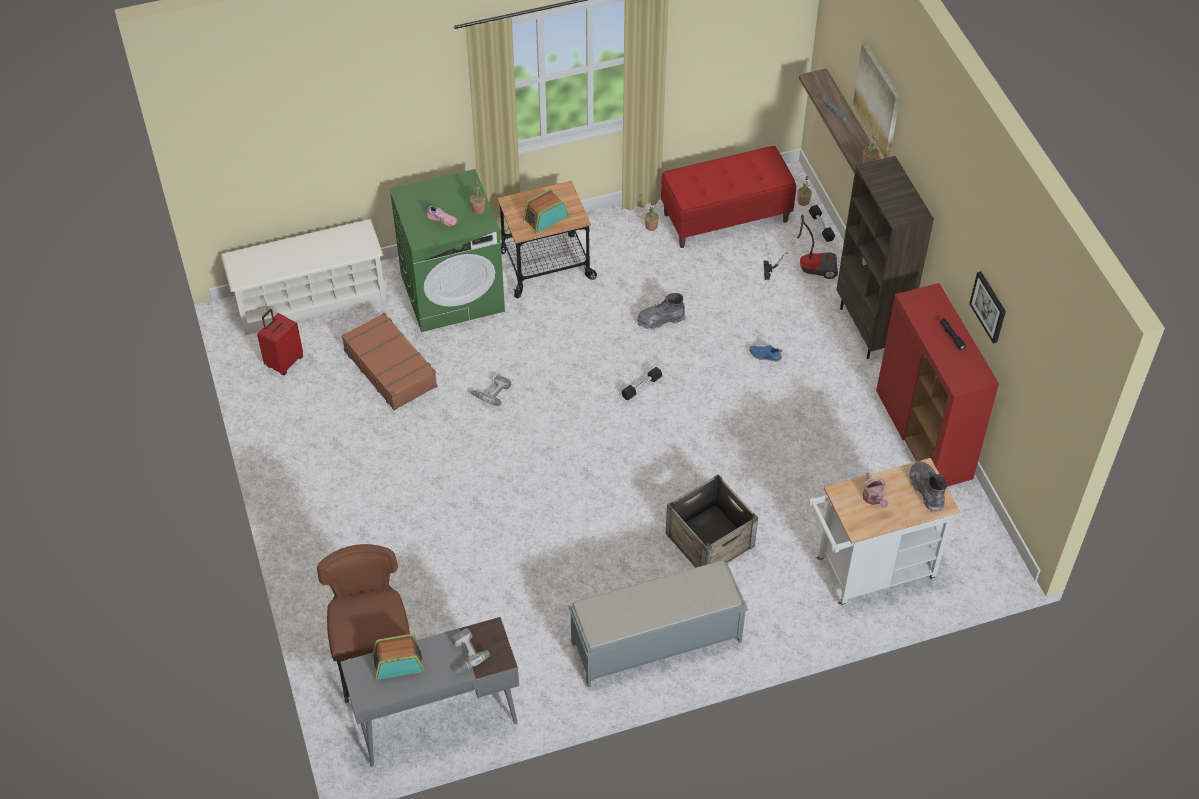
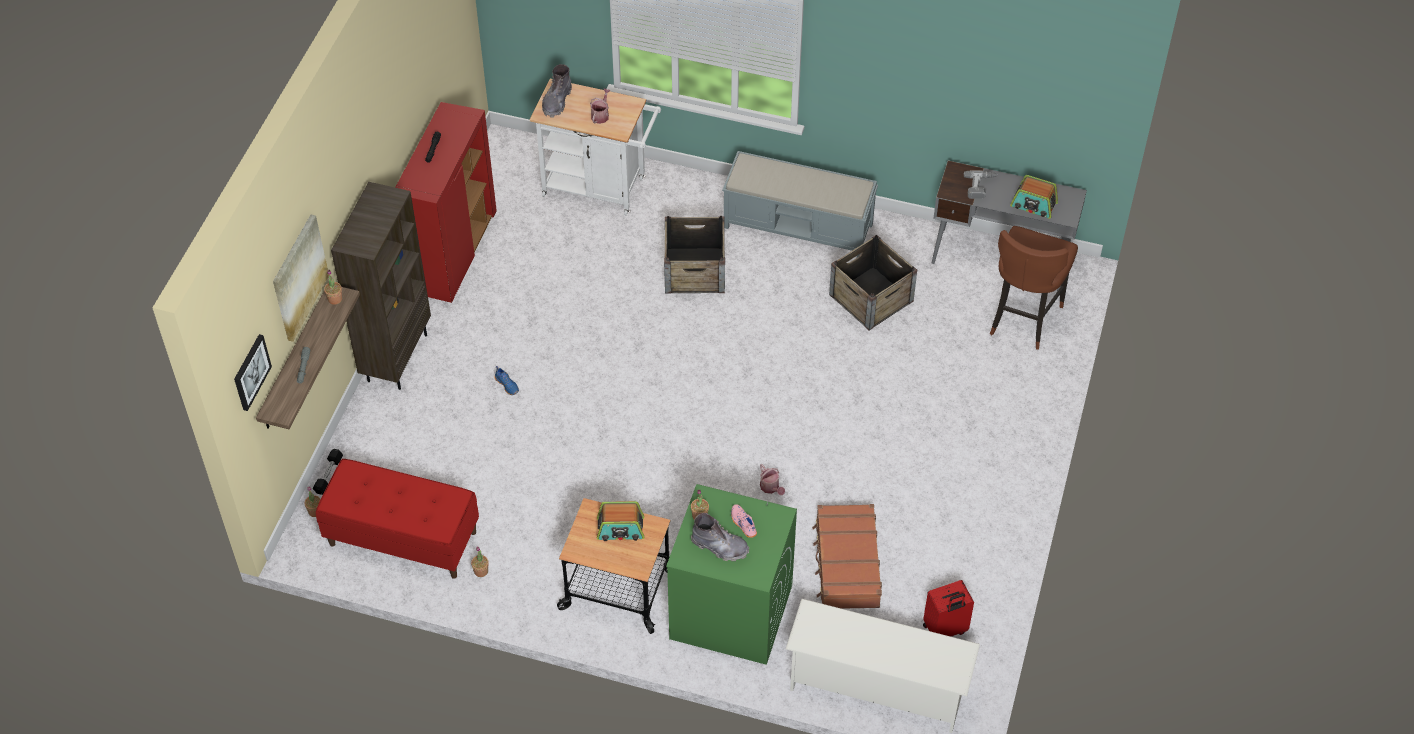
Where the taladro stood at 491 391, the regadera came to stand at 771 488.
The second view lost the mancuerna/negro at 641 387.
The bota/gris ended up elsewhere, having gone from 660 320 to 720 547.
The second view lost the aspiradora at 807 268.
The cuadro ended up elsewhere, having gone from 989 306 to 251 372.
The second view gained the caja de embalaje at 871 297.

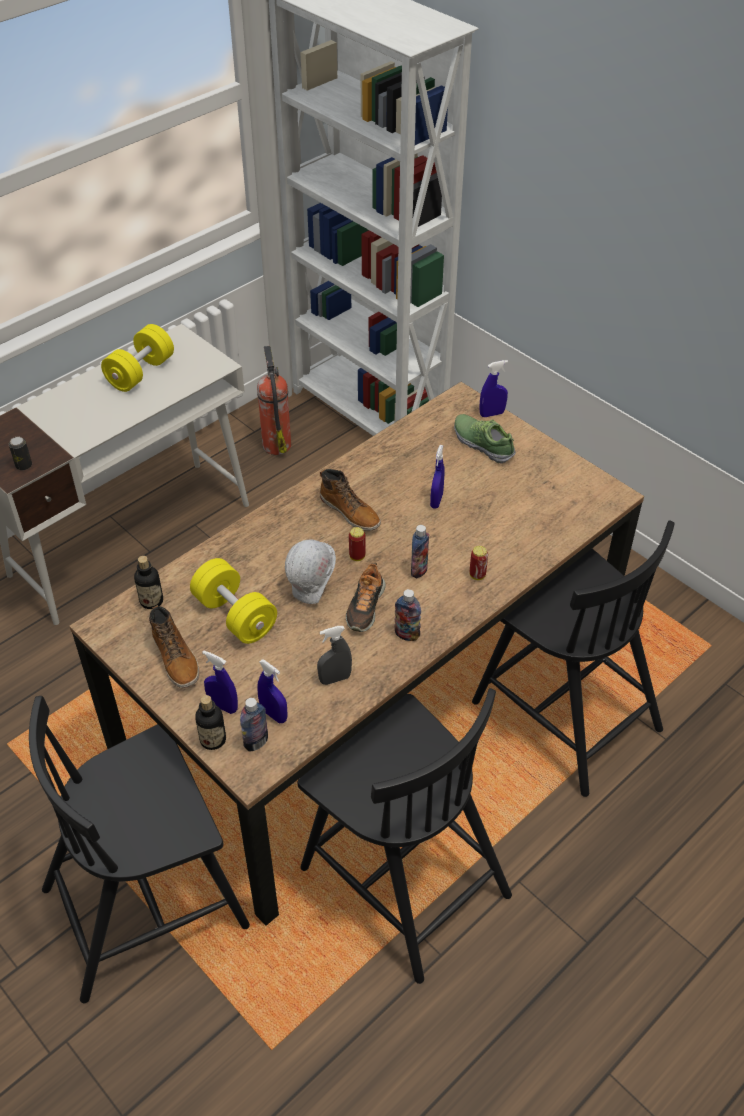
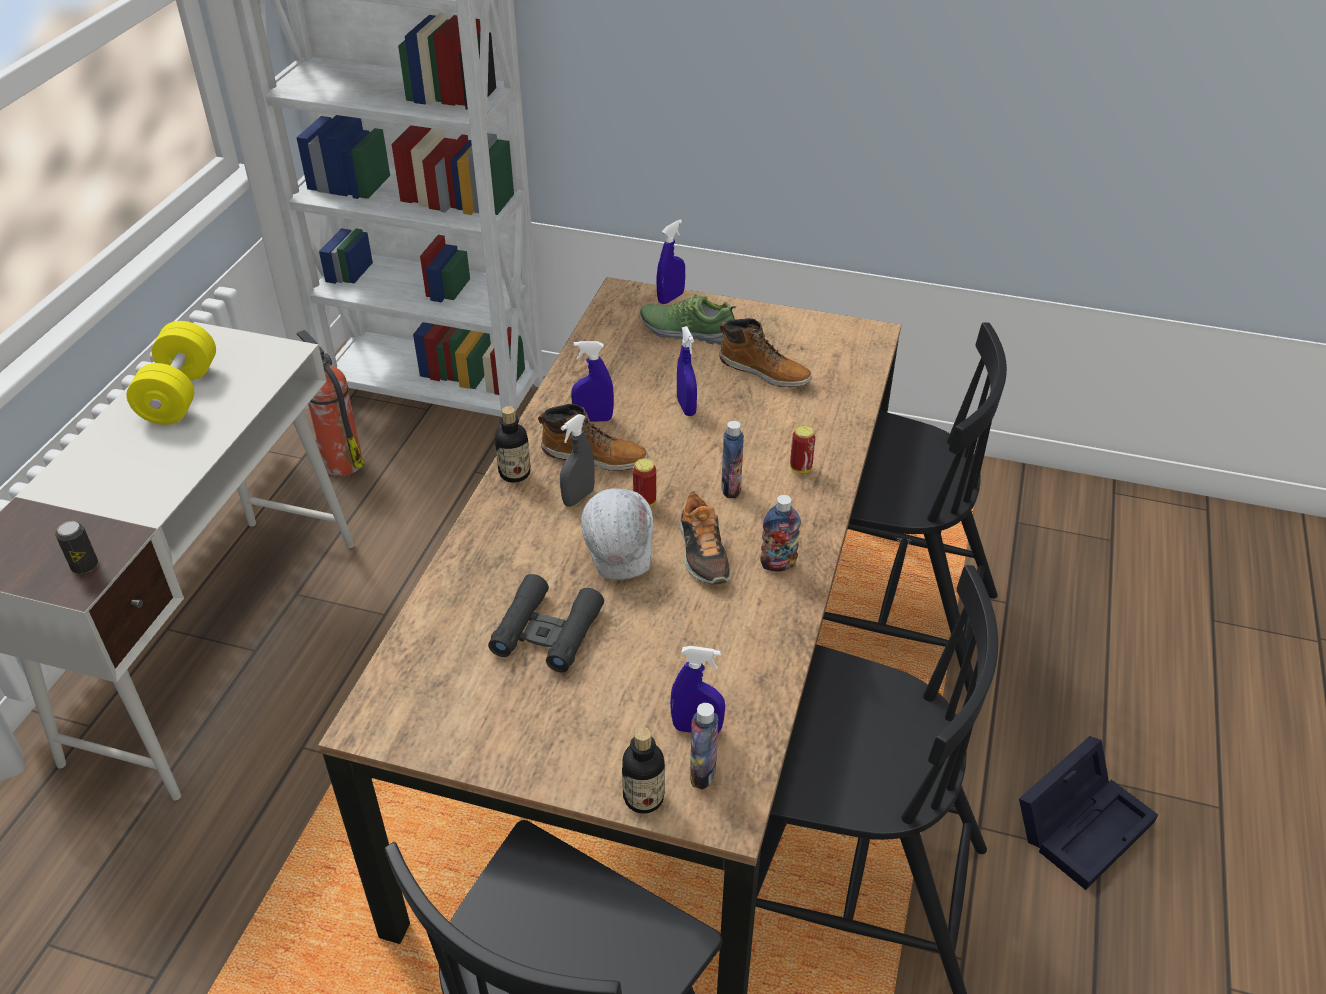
The botella ended up elsewhere, having gone from 151 601 to 515 473.
The bota ended up elsewhere, having gone from 176 658 to 765 371.
Where the mancuerna/amarillo stood at 235 615, the prismáticos/negro came to stand at 547 631.
The pulverizador/azul ended up elsewhere, having gone from 223 706 to 593 419.
The pulverizador/gris ended up elsewhere, having gone from 335 679 to 578 497.
The second view gained the caja de almacenaje/negro at 1083 822.

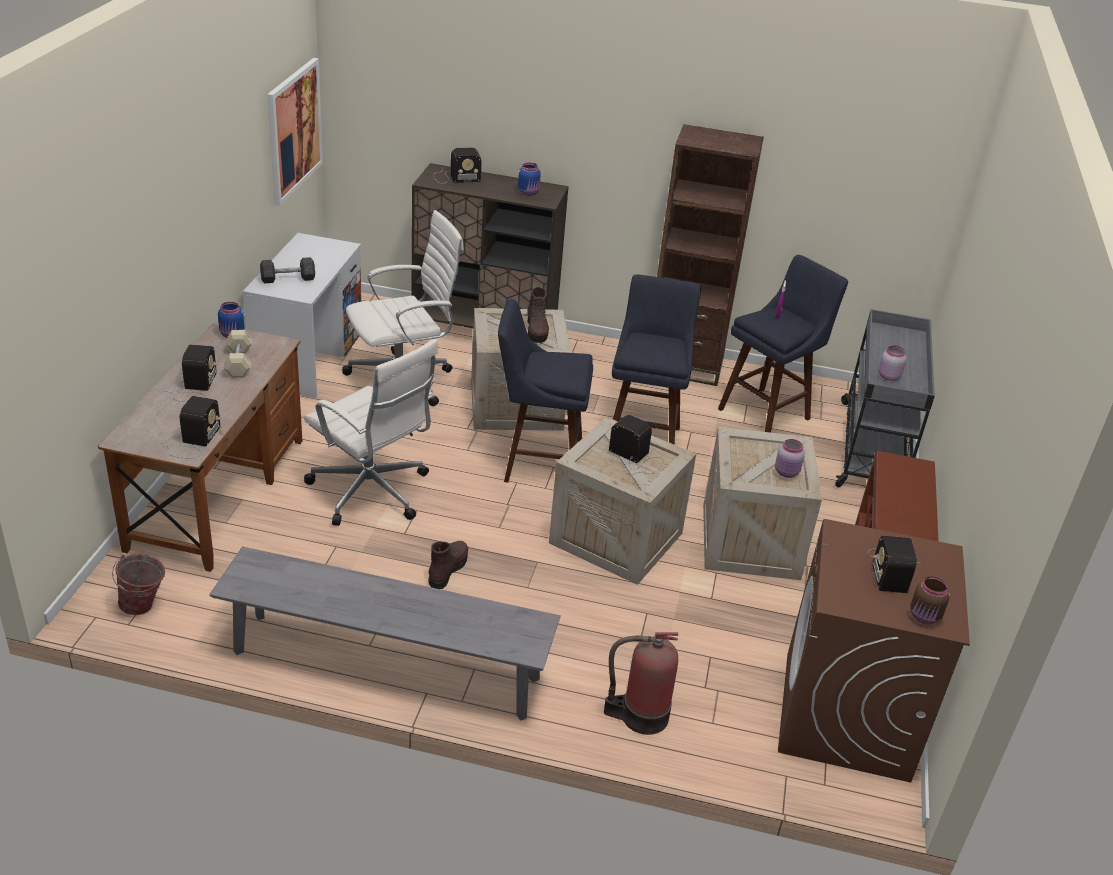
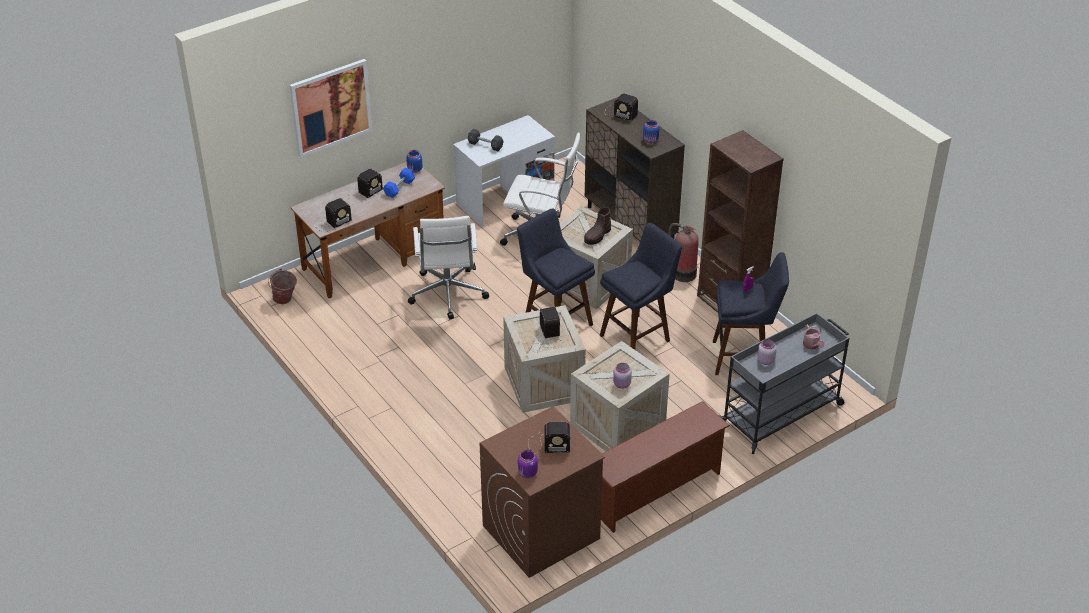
The second view lost the banco/gris at 386 665.
What was the mancuerna/beis at 238 362 turned into the mancuerna/azul at 399 188.
The cuadro ended up elsewhere, having gone from 294 130 to 331 107.
The second view lost the bota/marrón at 448 569.
The extintor ended up elsewhere, having gone from 640 716 to 682 273.
The radio at 890 568 ended up facing another way, 135 degrees counterclockwise from before.
What was the tarro/marrón at 924 617 turned into the tarro/morado at 527 473.
The second view gained the regadera at 812 346.

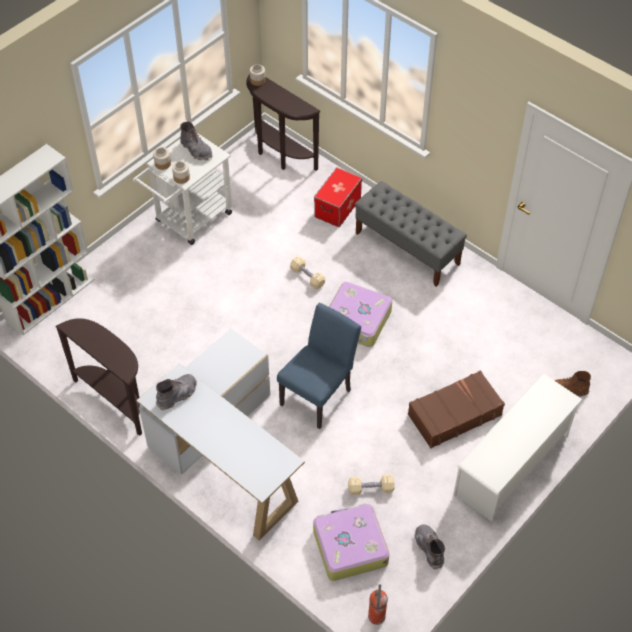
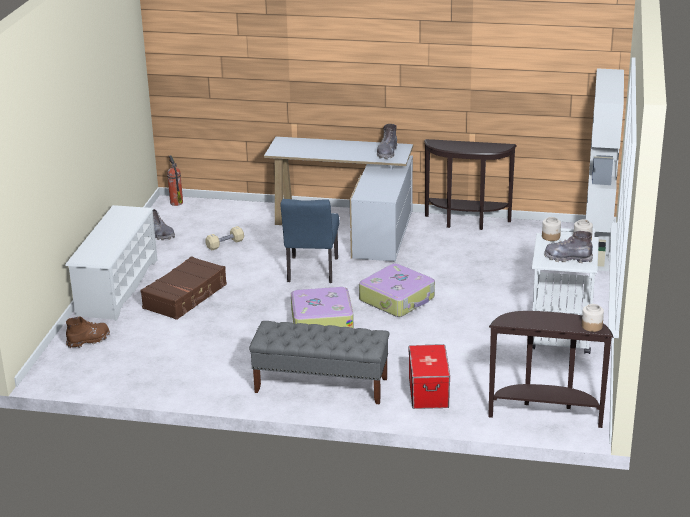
The second view lost the mancuerna/beis at 307 277.
The maleta ended up elsewhere, having gone from 349 546 to 398 299.

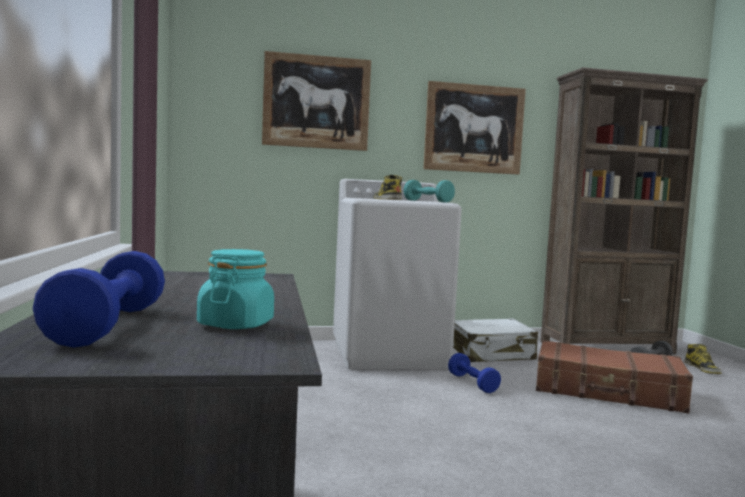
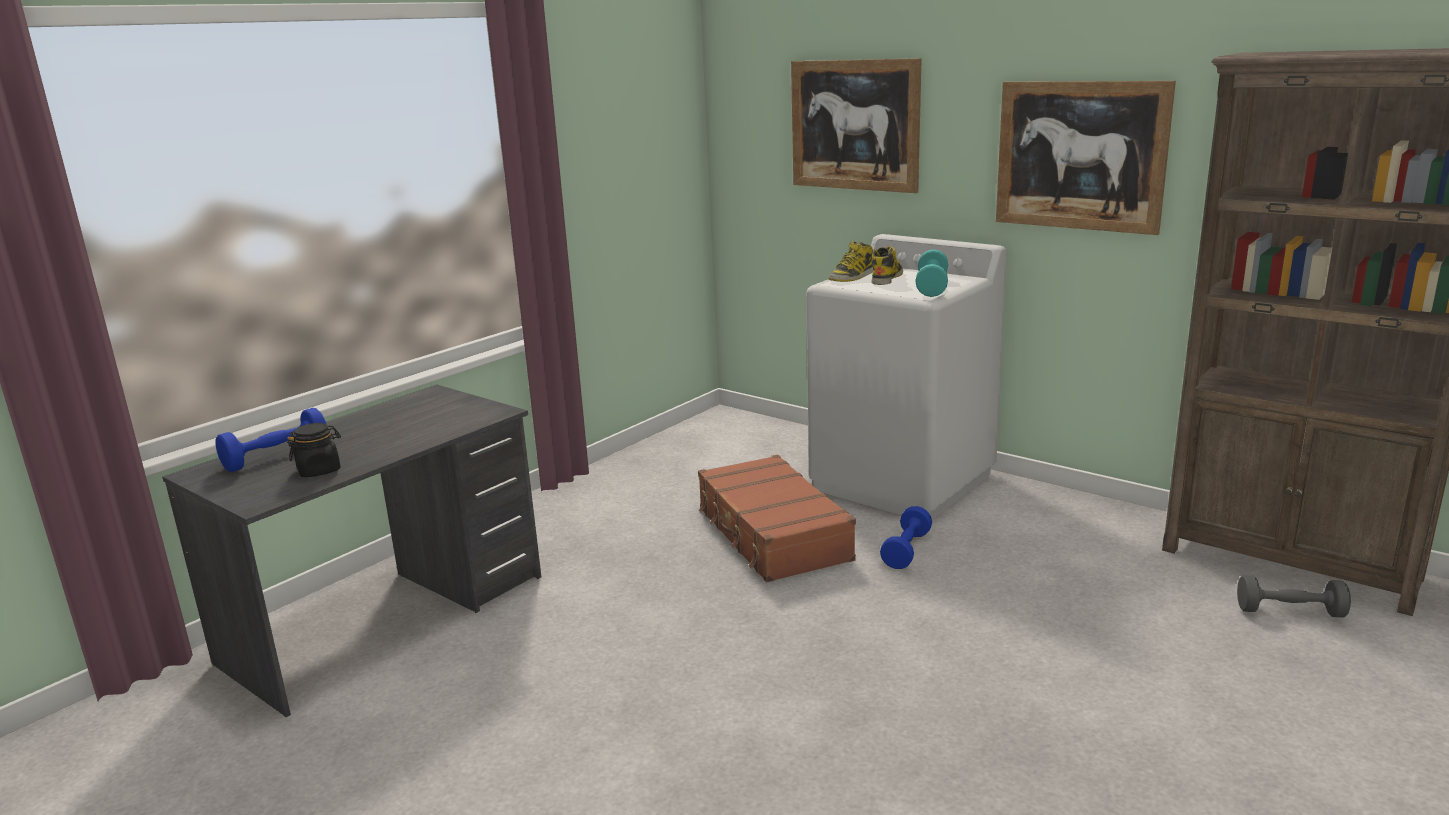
What was the tarro/turquesa at 236 324 turned into the tarro/negro at 319 470.
The second view lost the maleta/blanco at 492 353.
The maleta/marrón ended up elsewhere, having gone from 608 392 to 772 535.
The bota ended up elsewhere, having gone from 702 369 to 852 277.

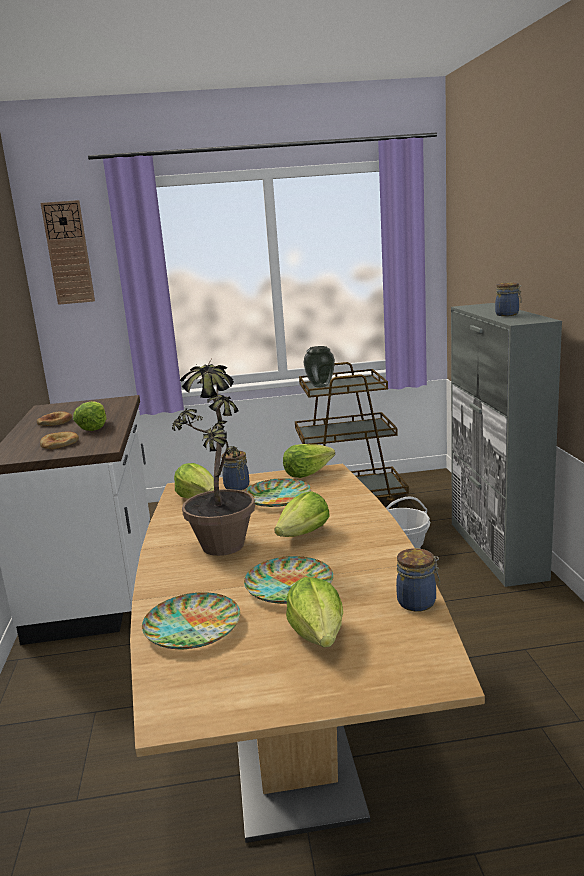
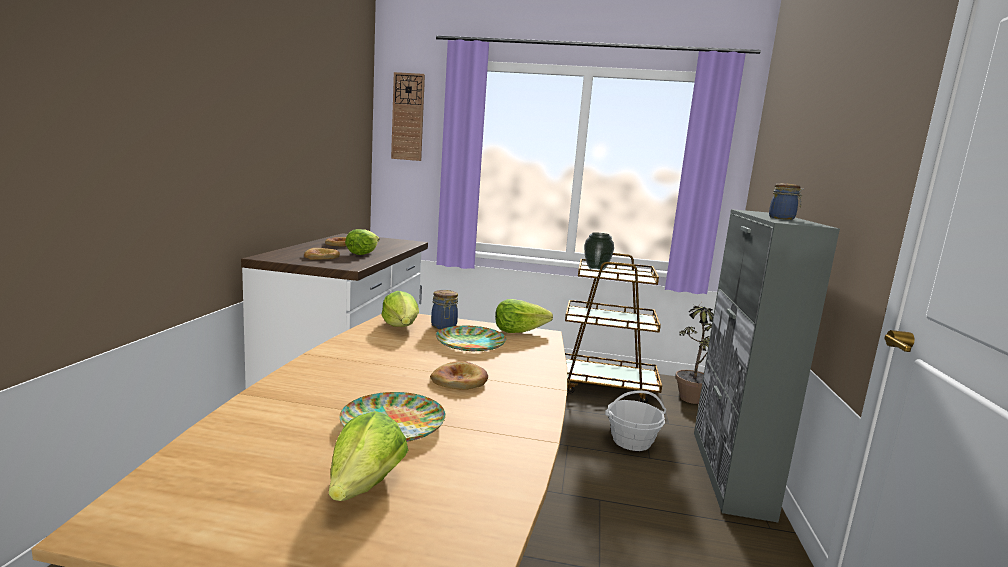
The second view lost the plato at 192 627.
The planta en maceta ended up elsewhere, having gone from 224 538 to 690 395.
Where the lechuga stood at 304 534, the pan came to stand at 460 380.
The second view lost the tarro at 418 602.

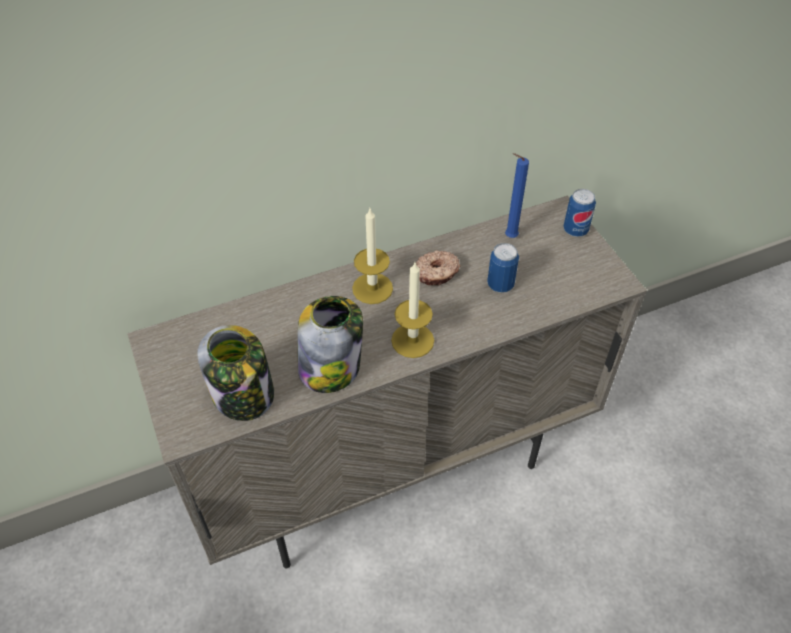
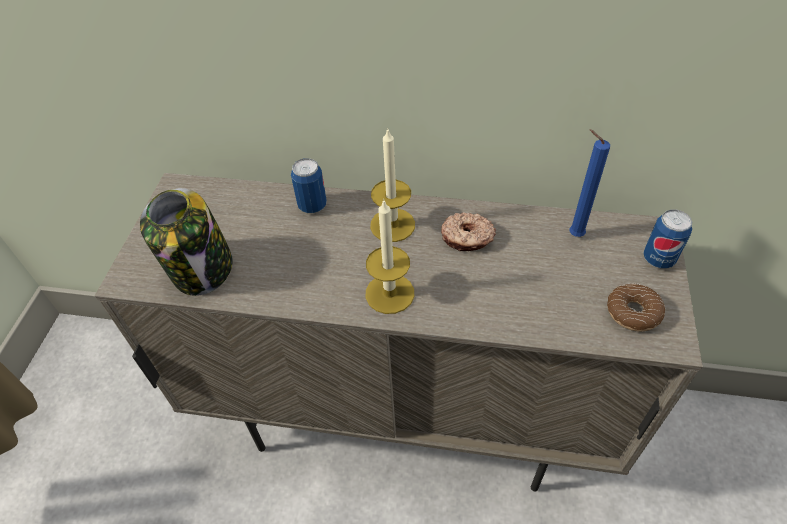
The second view lost the tarro at 331 367.
The lata ended up elsewhere, having gone from 500 285 to 312 205.
The second view gained the rosquilla at 633 312.

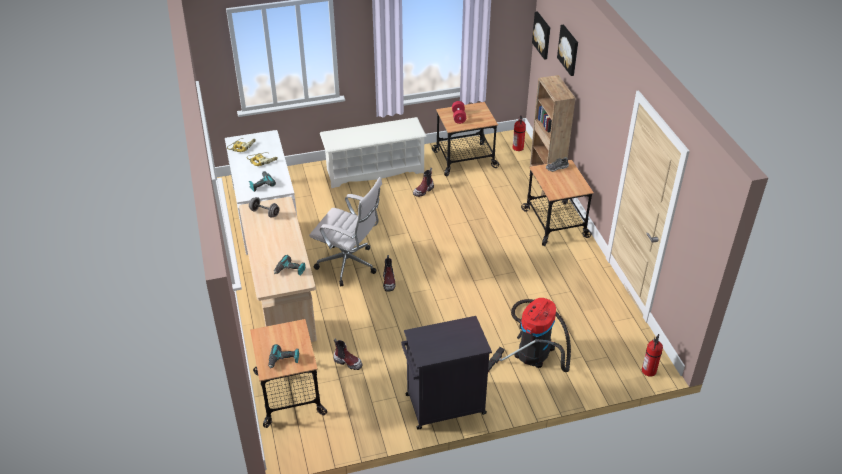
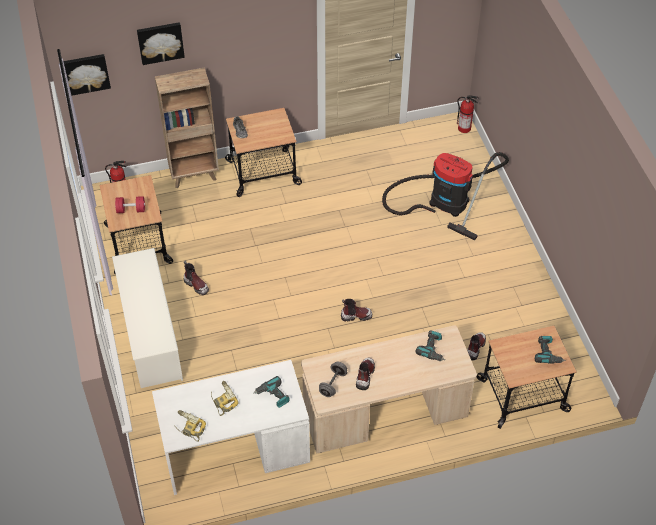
The second view lost the silla de oficina/blanco at 350 265.
The second view lost the armario/negro at 443 405.
The second view gained the bota at 364 375.

